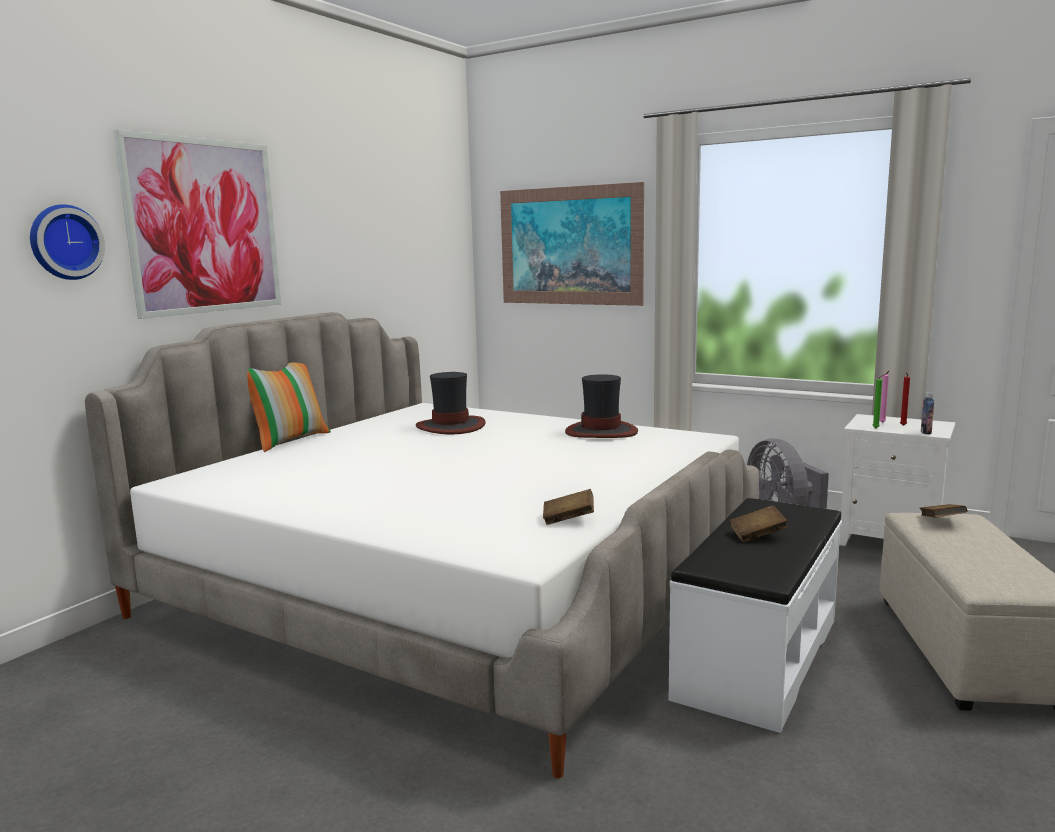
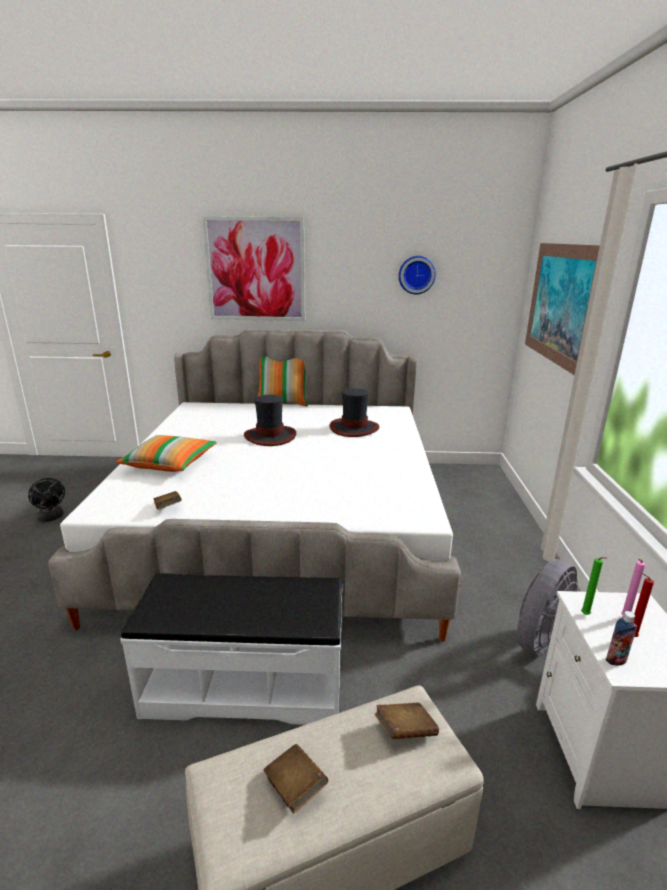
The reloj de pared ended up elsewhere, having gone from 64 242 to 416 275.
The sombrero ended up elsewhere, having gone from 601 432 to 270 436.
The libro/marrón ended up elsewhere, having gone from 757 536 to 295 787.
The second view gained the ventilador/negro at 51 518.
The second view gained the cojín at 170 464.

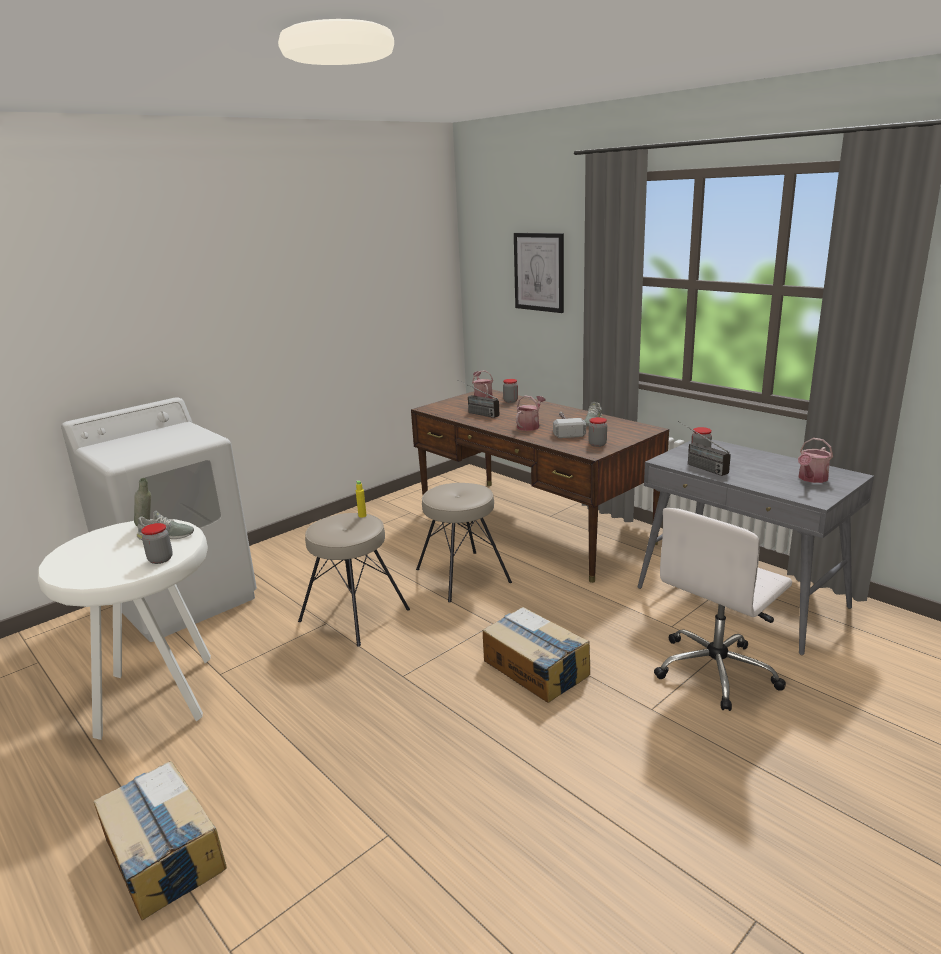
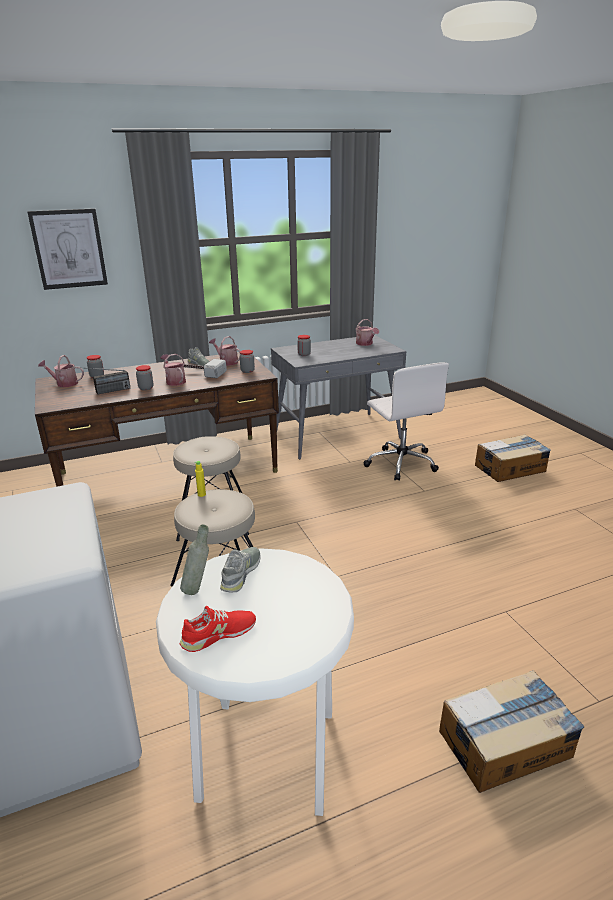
The tarro ended up elsewhere, having gone from 160 559 to 146 388.
The caja de cartón ended up elsewhere, having gone from 535 668 to 510 468.
The second view lost the radio at 697 466.
The second view gained the zapato/rojo at 218 634.
The second view gained the regadera at 226 362.

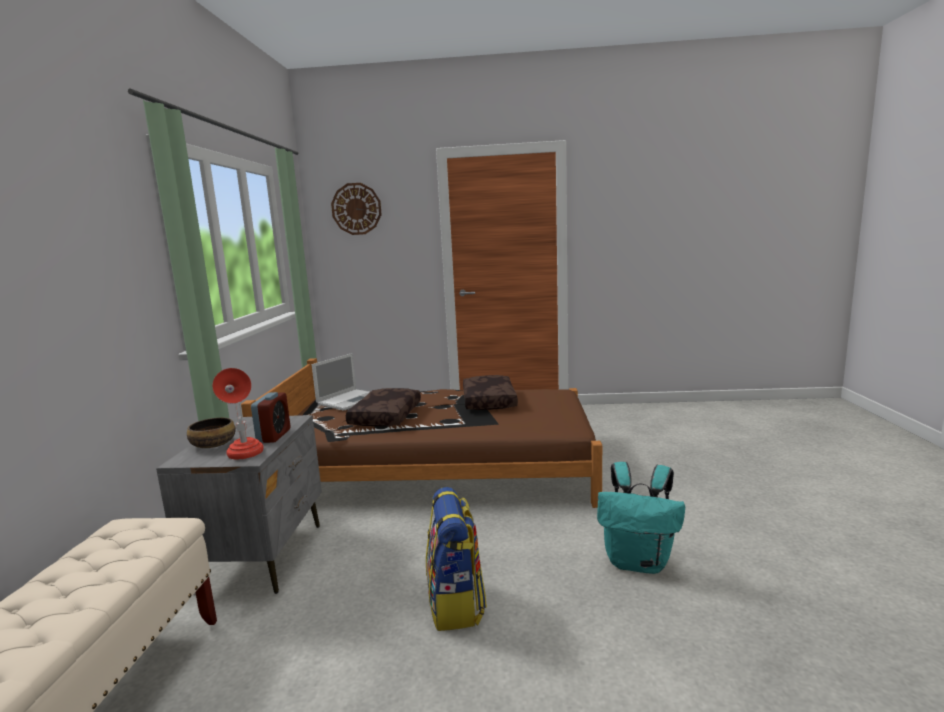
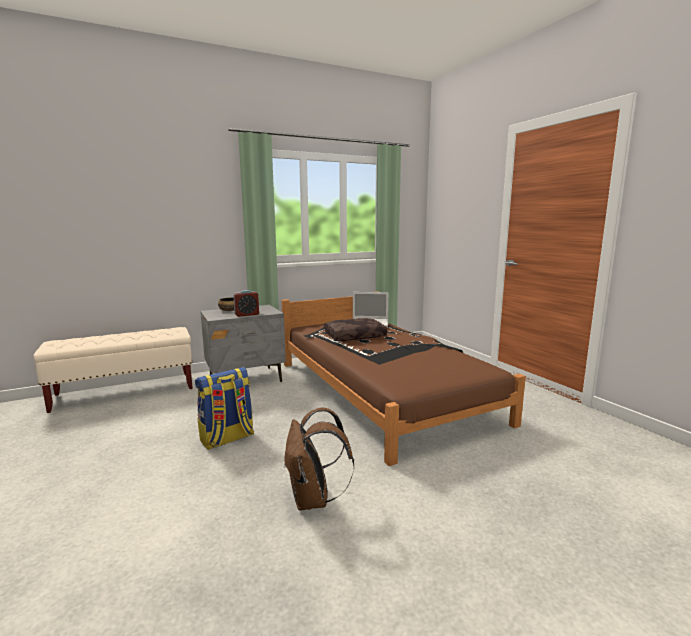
The second view lost the lámpara de mesa/rojo at 245 457.
The second view lost the reloj de pared at 356 209.
The second view lost the cojín/marrón at 487 401.
What was the mochila/turquesa at 638 562 turned into the mochila/marrón at 313 499.

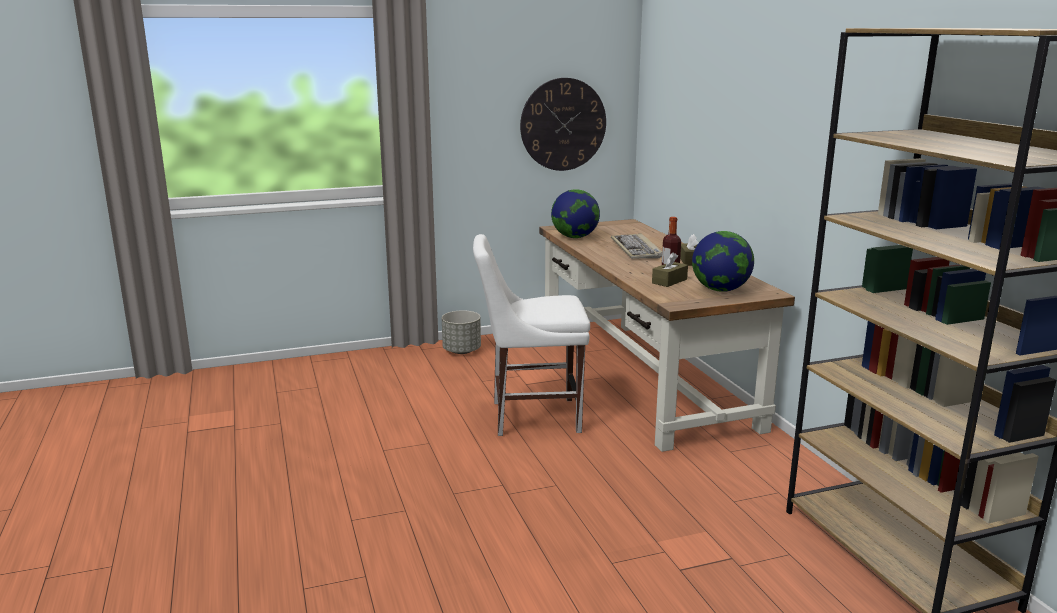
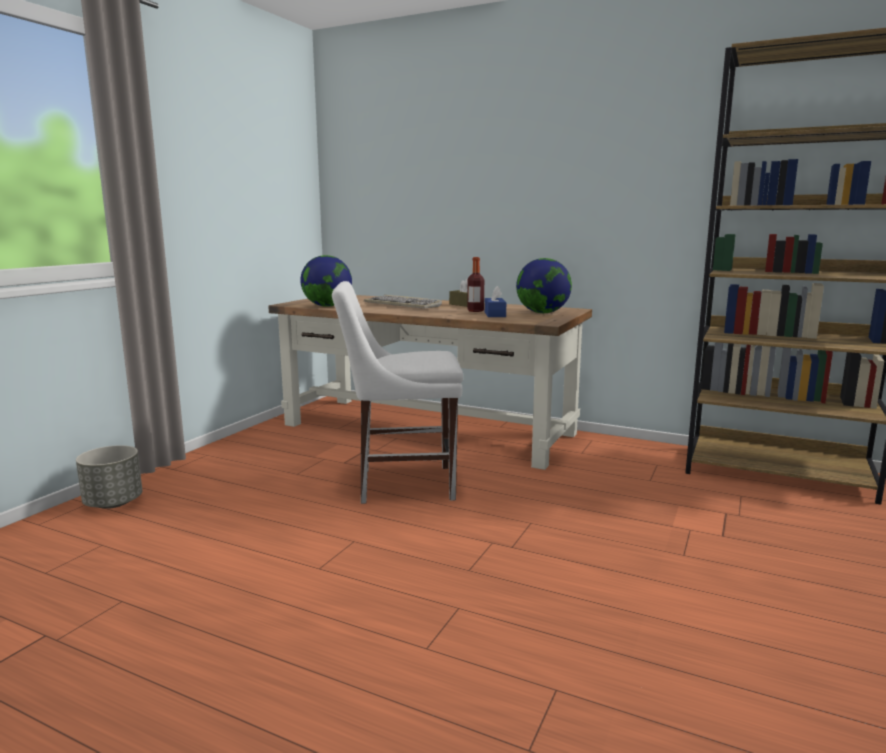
The maceta/gris ended up elsewhere, having gone from 461 351 to 113 503.
The silla/blanco at 530 416 ended up facing another way, 45 degrees clockwise from before.
The second view lost the reloj de pared at 563 124.
What was the caja de pañuelos/marrón at 669 281 turned into the caja de pañuelos/azul at 495 314.

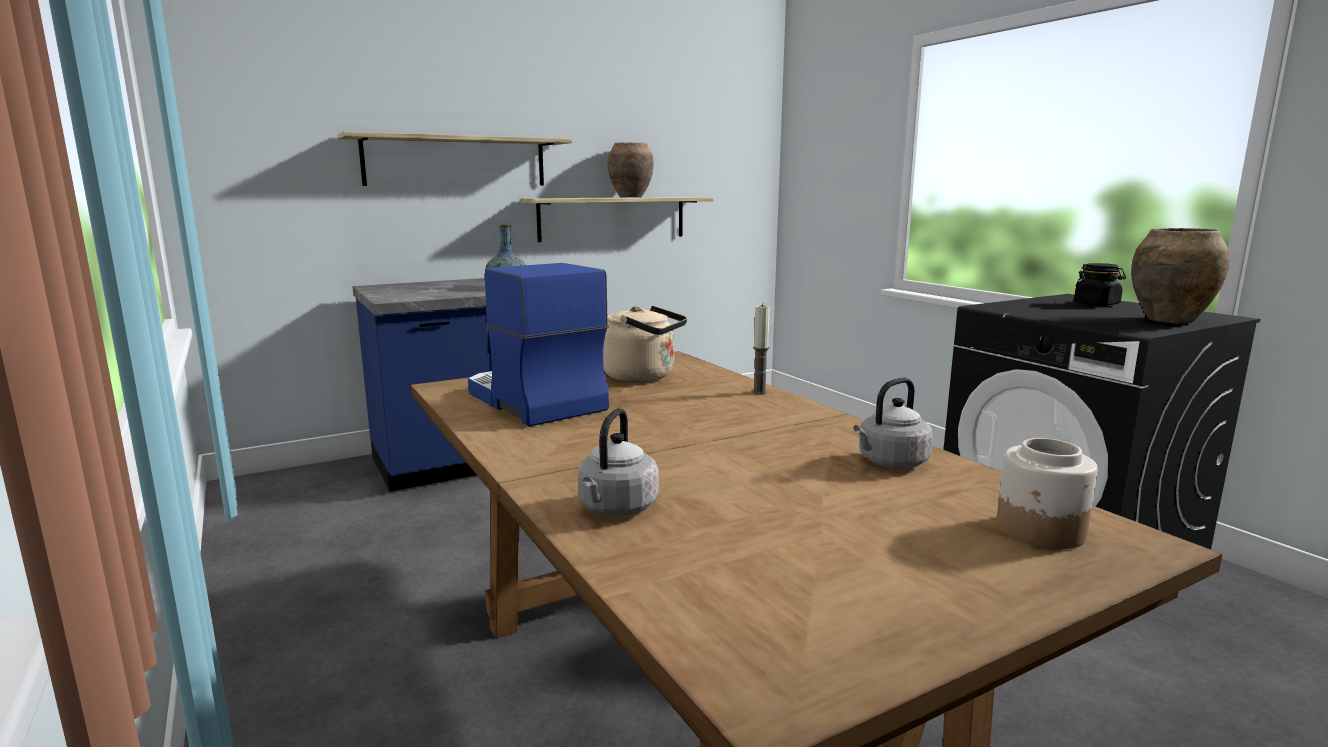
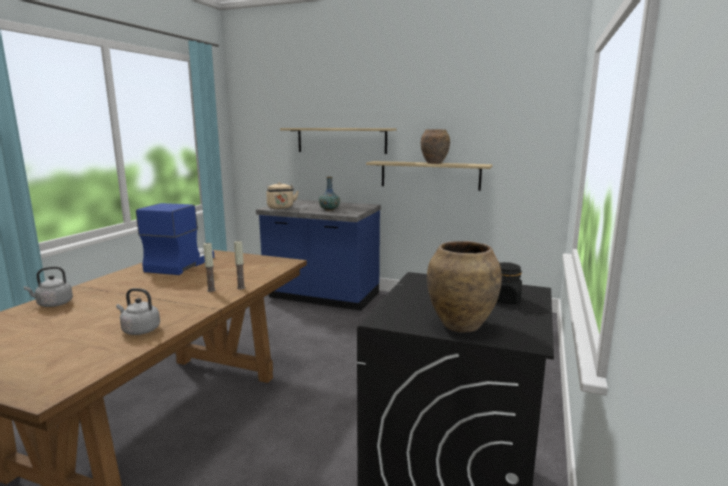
The hervidor/beis ended up elsewhere, having gone from 643 376 to 281 208.
The second view lost the tarro at 1040 531.
The second view gained the vela at 211 290.

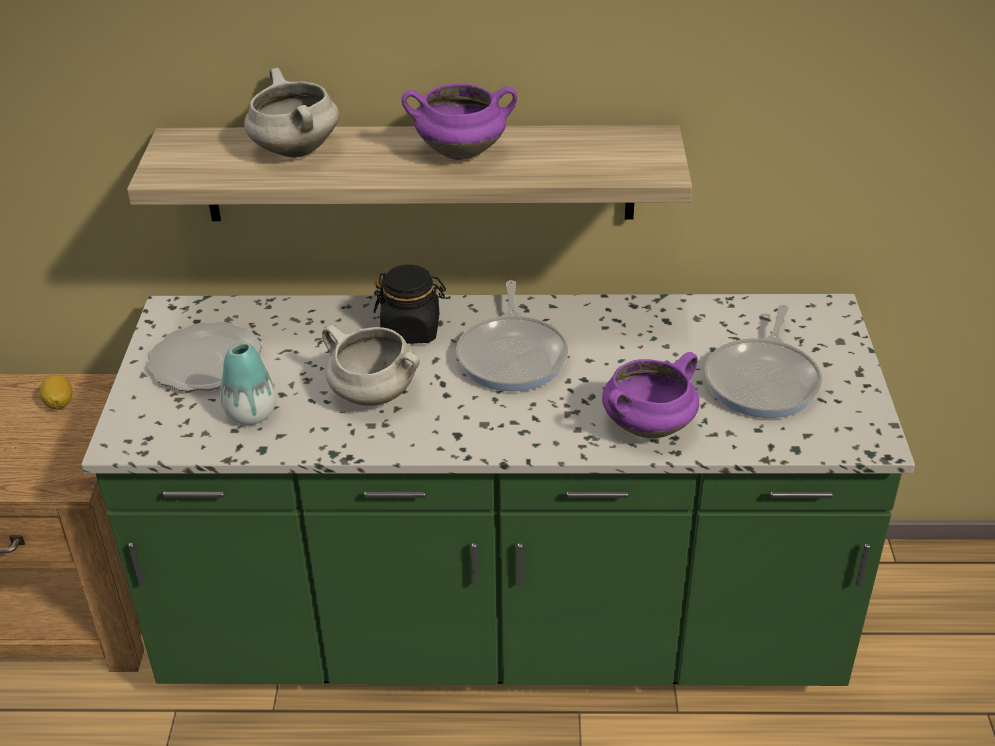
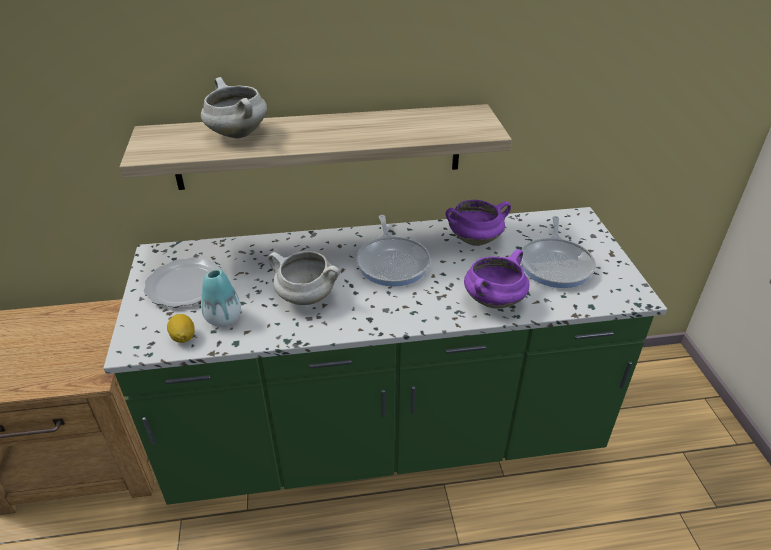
The limón ended up elsewhere, having gone from 59 403 to 183 337.
The second view lost the tarro/negro at 411 330.
The olla/morado ended up elsewhere, having gone from 462 152 to 475 239.

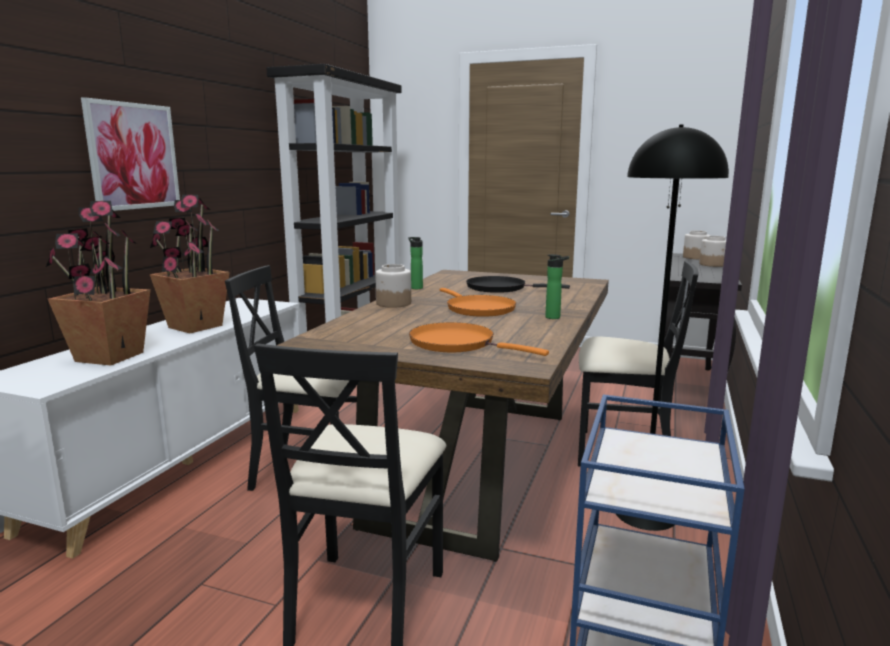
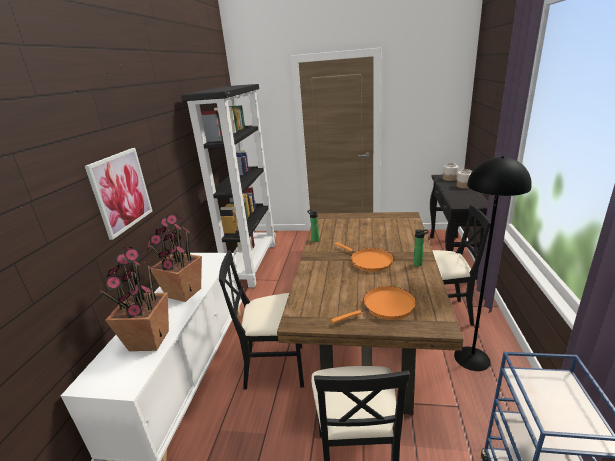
The second view lost the tarro at 393 303.
The sartén/naranja at 457 344 ended up facing another way, 135 degrees clockwise from before.
The second view lost the sartén/negro at 500 288.

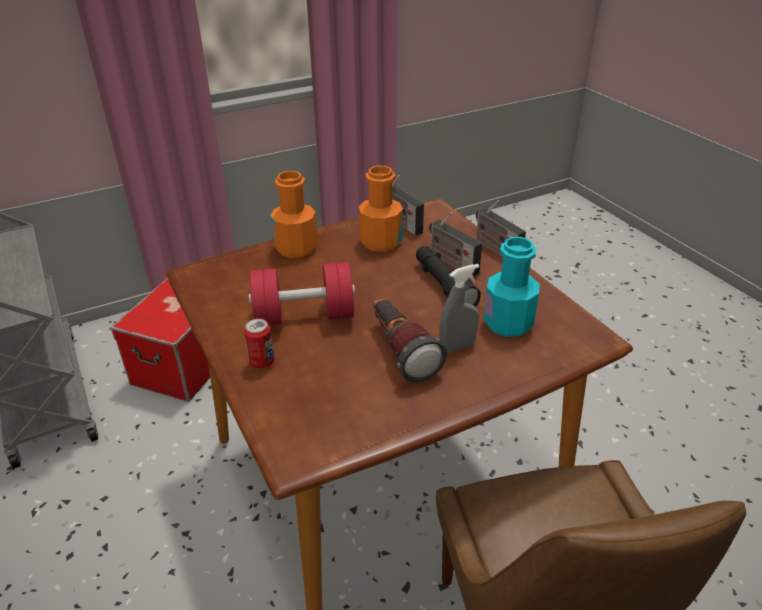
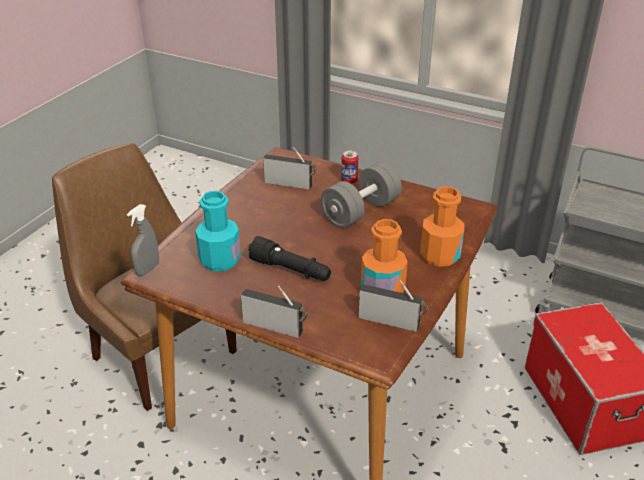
What was the mancuerna/rojo at 304 316 turned into the mancuerna/gris at 361 211.
The second view lost the linterna at 400 351.
The radio ended up elsewhere, having gone from 451 262 to 290 184.
The pulverizador/gris ended up elsewhere, having gone from 457 347 to 147 269.

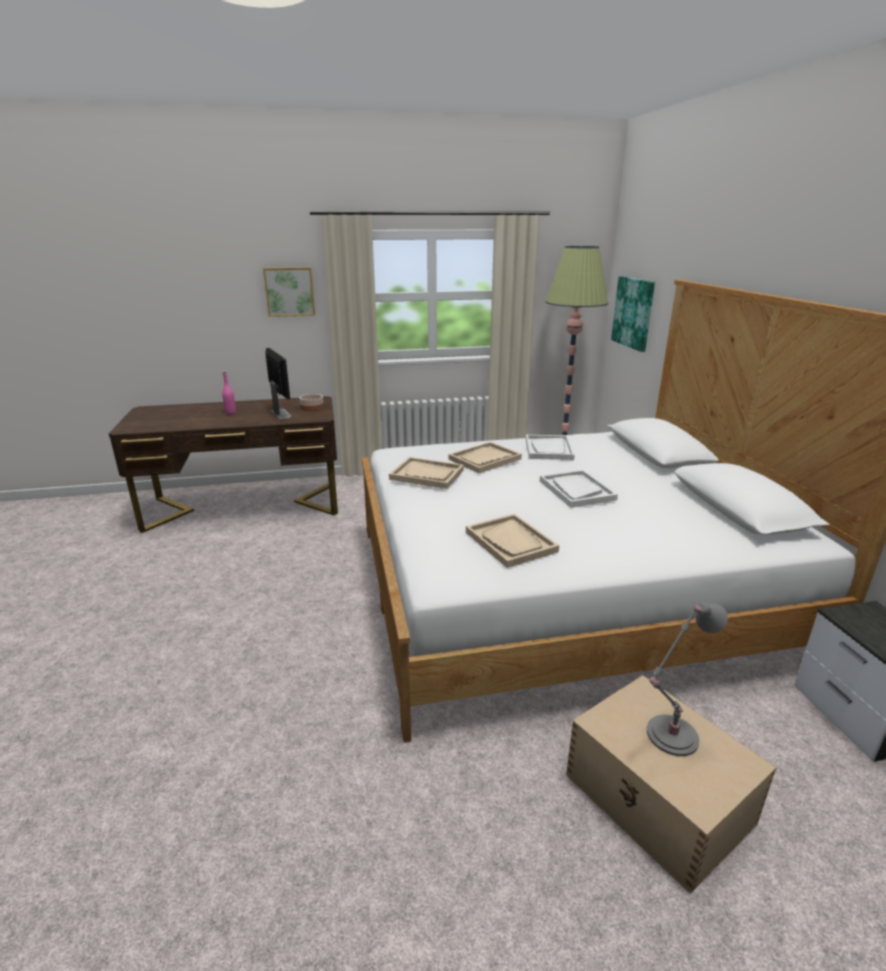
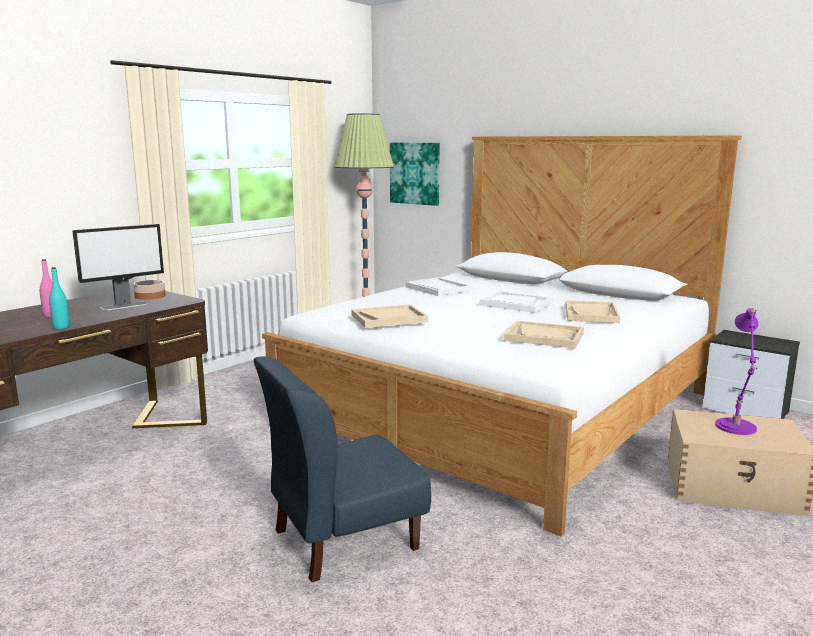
The second view lost the cuadro at 289 291.
The monitor at 281 413 ended up facing another way, 120 degrees clockwise from before.
The bandeja/beis ended up elsewhere, having gone from 484 459 to 591 314.
What was the lámpara de mesa/gris at 669 737 turned into the lámpara de mesa/morado at 735 428.
The second view gained the botella/turquesa at 61 327.
The second view gained the silla/azul at 344 539.

